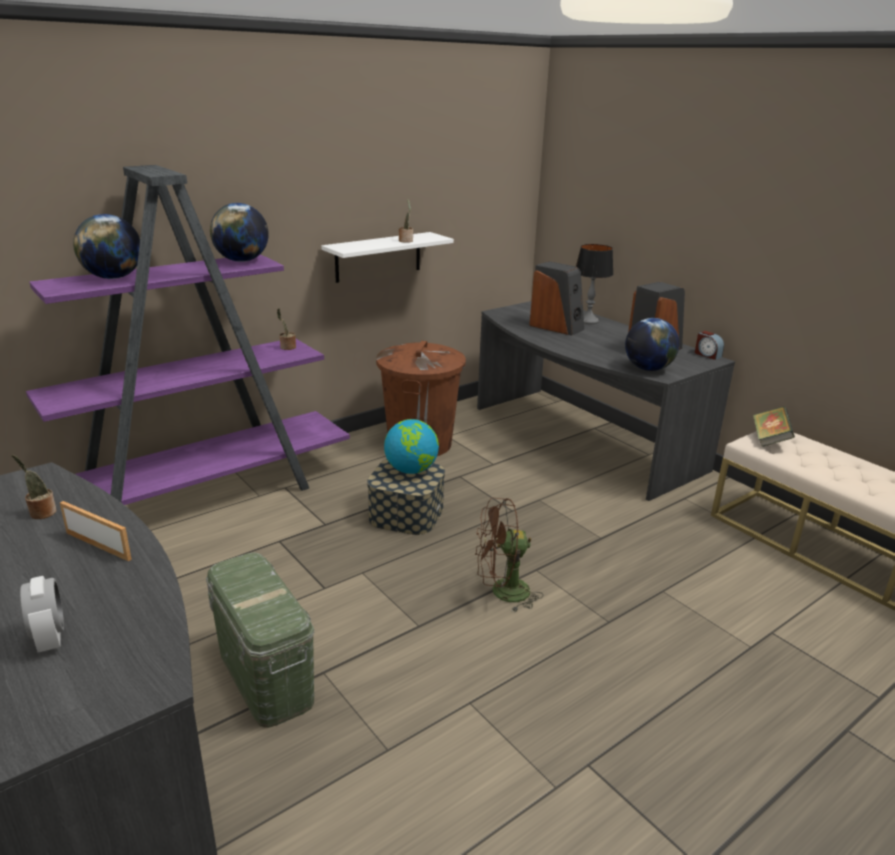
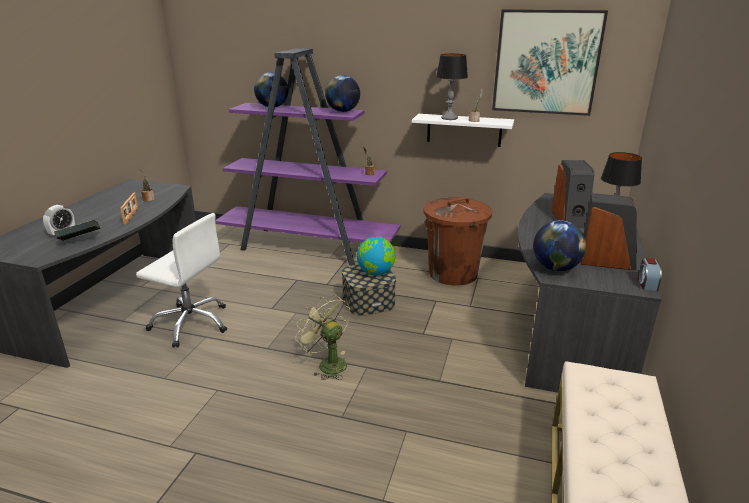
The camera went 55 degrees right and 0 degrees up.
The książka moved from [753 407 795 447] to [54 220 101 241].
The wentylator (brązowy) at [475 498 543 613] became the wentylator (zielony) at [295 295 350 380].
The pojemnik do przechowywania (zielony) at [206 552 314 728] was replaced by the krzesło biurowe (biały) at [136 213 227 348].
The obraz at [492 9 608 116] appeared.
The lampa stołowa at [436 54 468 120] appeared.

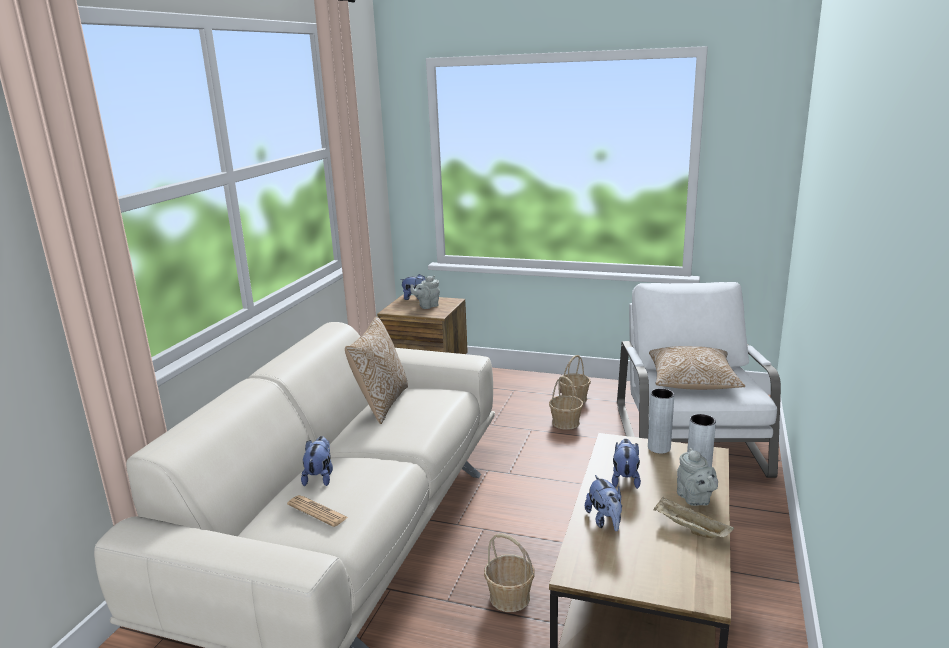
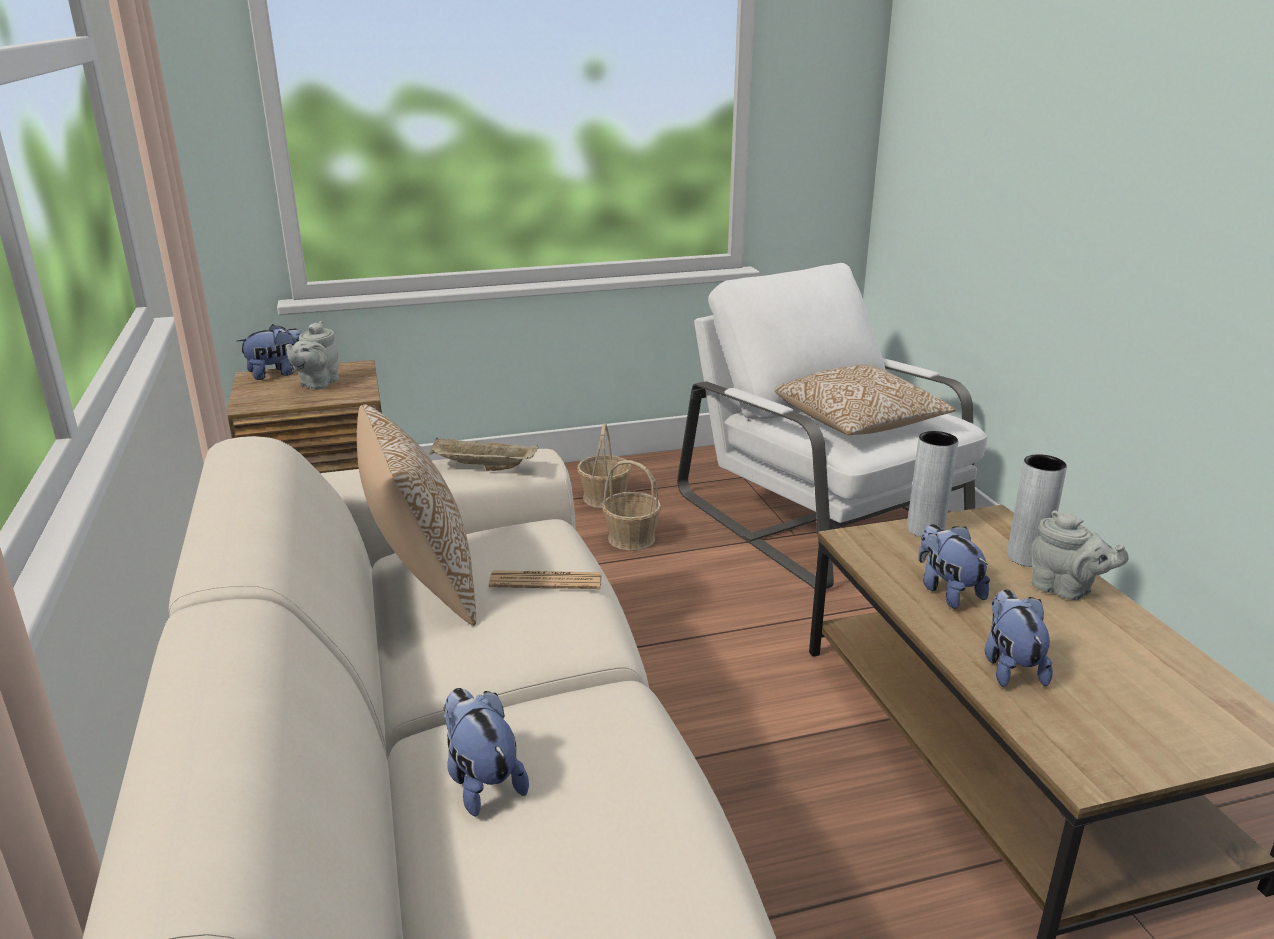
The camera went 35 degrees left and 5 degrees up.
The pluszak at [585 475 622 531] turned 135 degrees counterclockwise.
The gazeta moved from [287 495 348 527] to [489 570 602 589].
The taca (beżowy) moved from [654 497 734 538] to [429 438 539 471].
The koszyk at [484 534 535 612] disappeared.

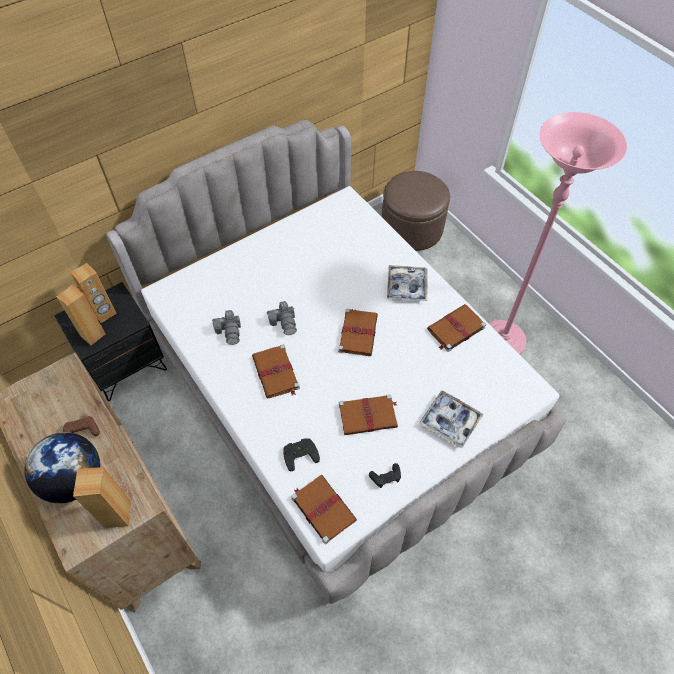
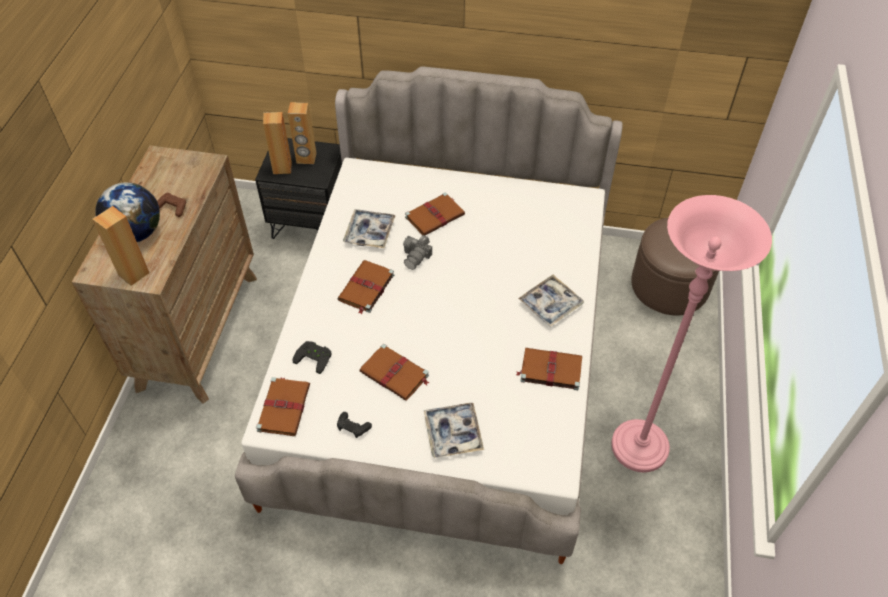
The camera went 45 degrees right and 5 degrees down.
The książka (brązowy) moved from [338 309 378 356] to [405 192 465 235].
The aparat fotograficzny at [212 310 241 345] was replaced by the taca at [343 209 396 248].

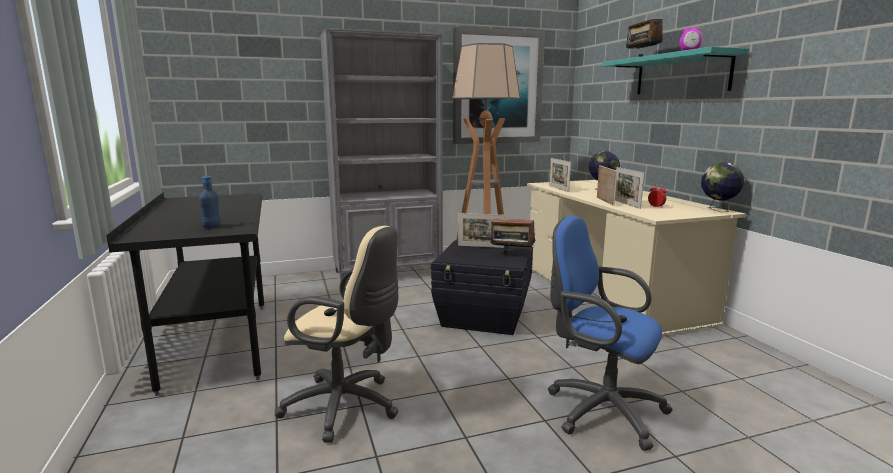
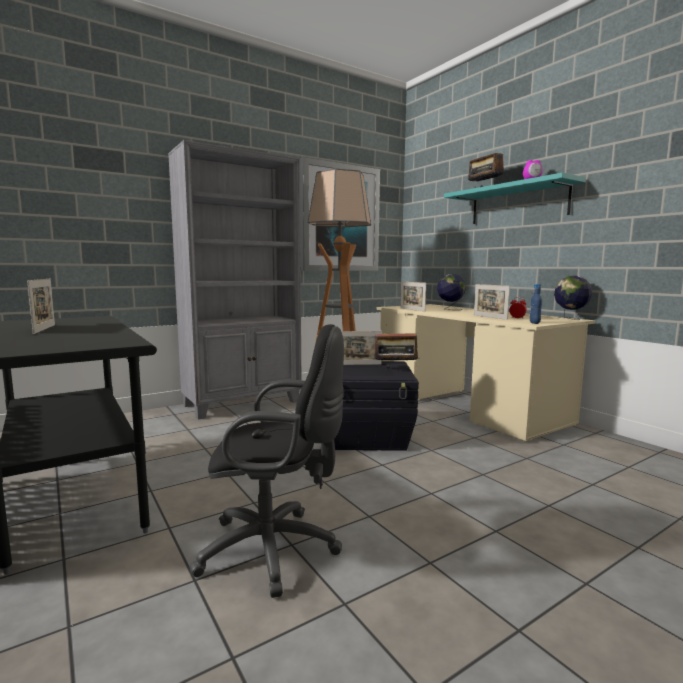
The camera went 15 degrees left and 5 degrees down.
The ramka na zdjęcie moved from [597 165 617 206] to [27 279 55 334].
The butelka (niebieski) moved from [199 176 221 229] to [530 284 542 324].
The krzesło biurowe (niebieski) at [548 215 673 451] disappeared.
The krzesło biurowe (beżowy) at [275 226 399 443] became the krzesło biurowe (czarny) at [189 324 344 598].

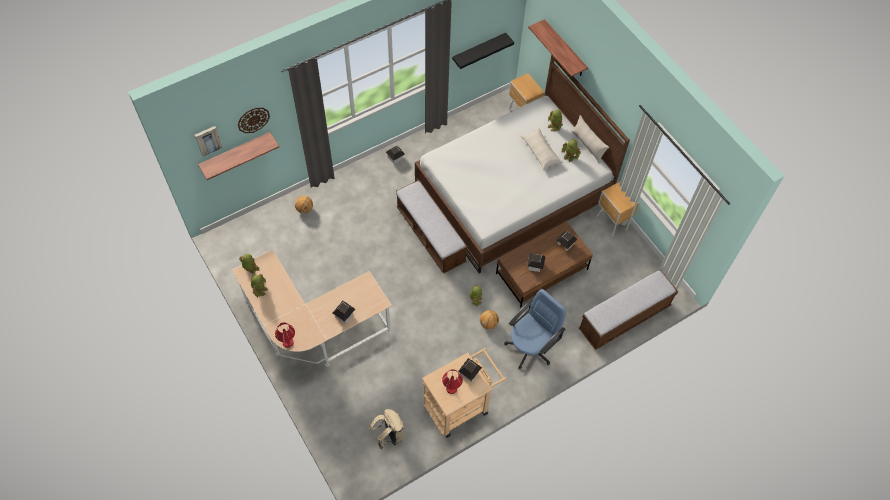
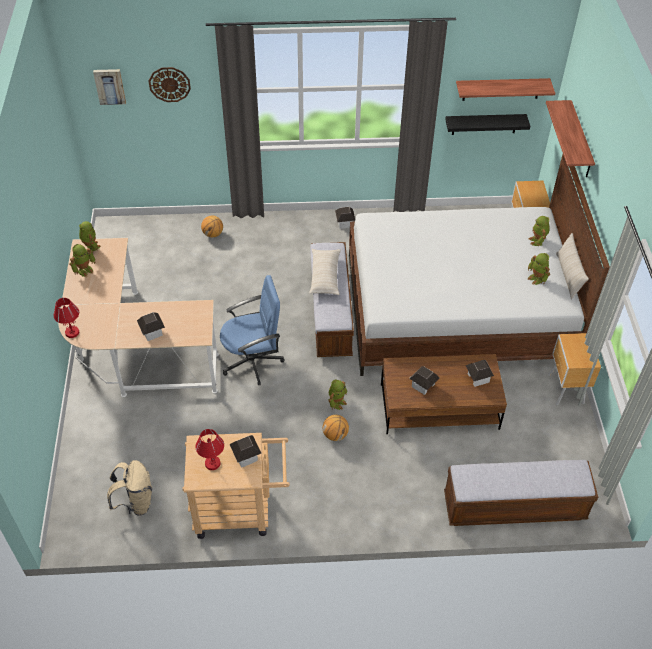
The camera went 30 degrees right and 10 degrees down.
The poduszka (beżowy) moved from [520 128 563 170] to [309 249 341 295].
The półka moved from [198 132 279 180] to [456 78 555 101].
The krzesło biurowe (niebieski) moved from [504 289 566 369] to [220 275 285 385].

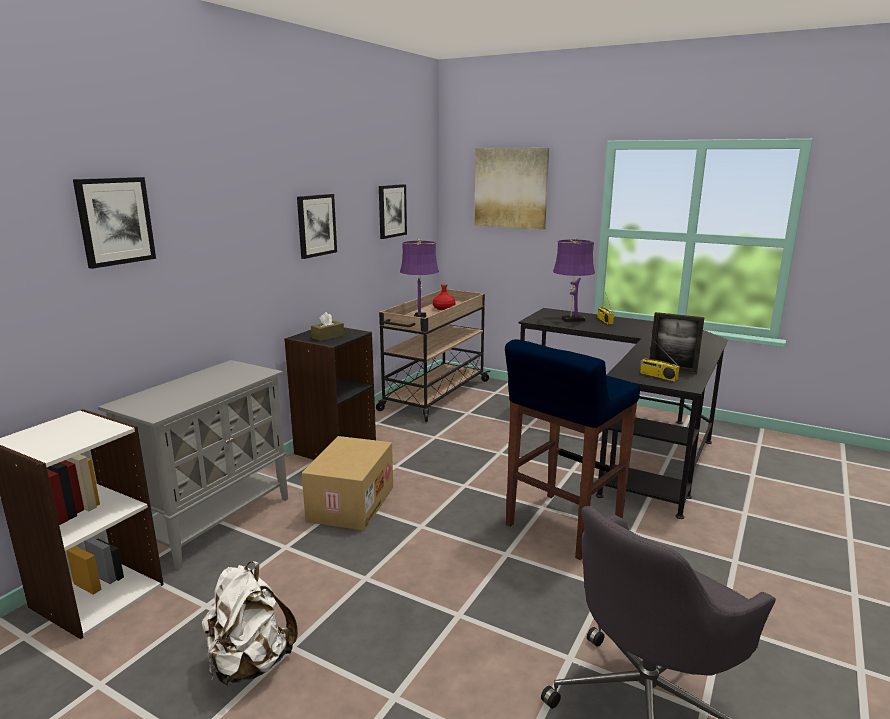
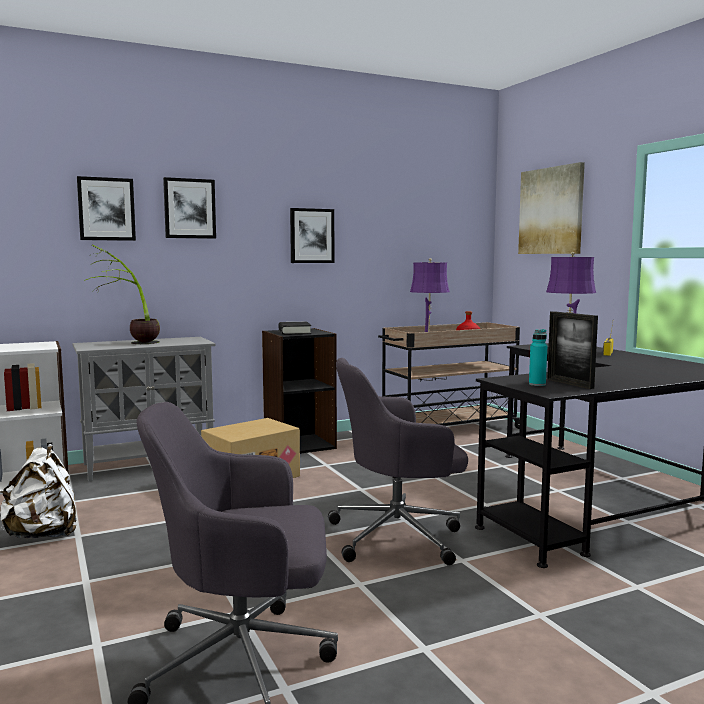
The camera went 35 degrees right and 10 degrees down.
The obraz moved from [379 184 407 239] to [163 177 216 239].
The pudełko chusteczek (brązowy) at [311 312 344 341] was replaced by the książka (czarny) at [278 322 311 335].
The stołek (niebieski) at [505 339 640 560] was replaced by the krzesło biurowe (szary) at [328 358 468 565].
The radio at [640 339 680 382] was replaced by the butelka (turkusowy) at [529 329 547 386].
The roślina doniczkowa at [84 244 160 344] appeared.

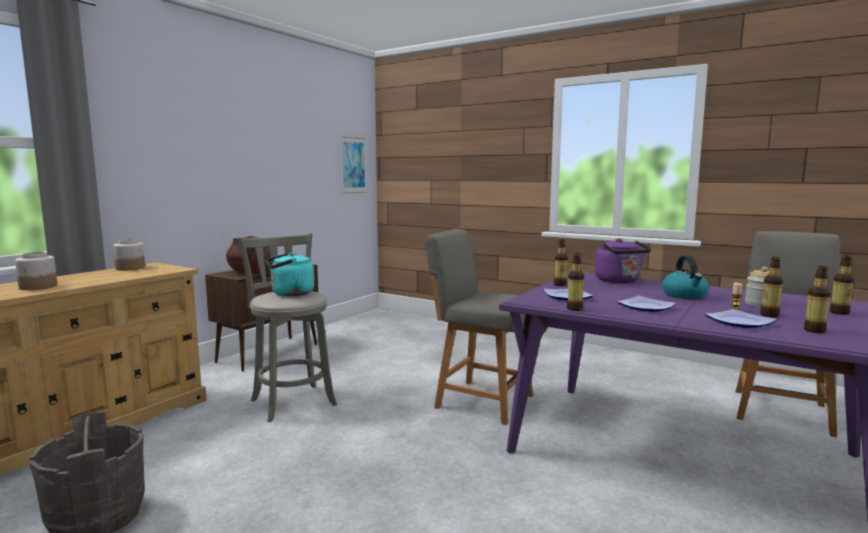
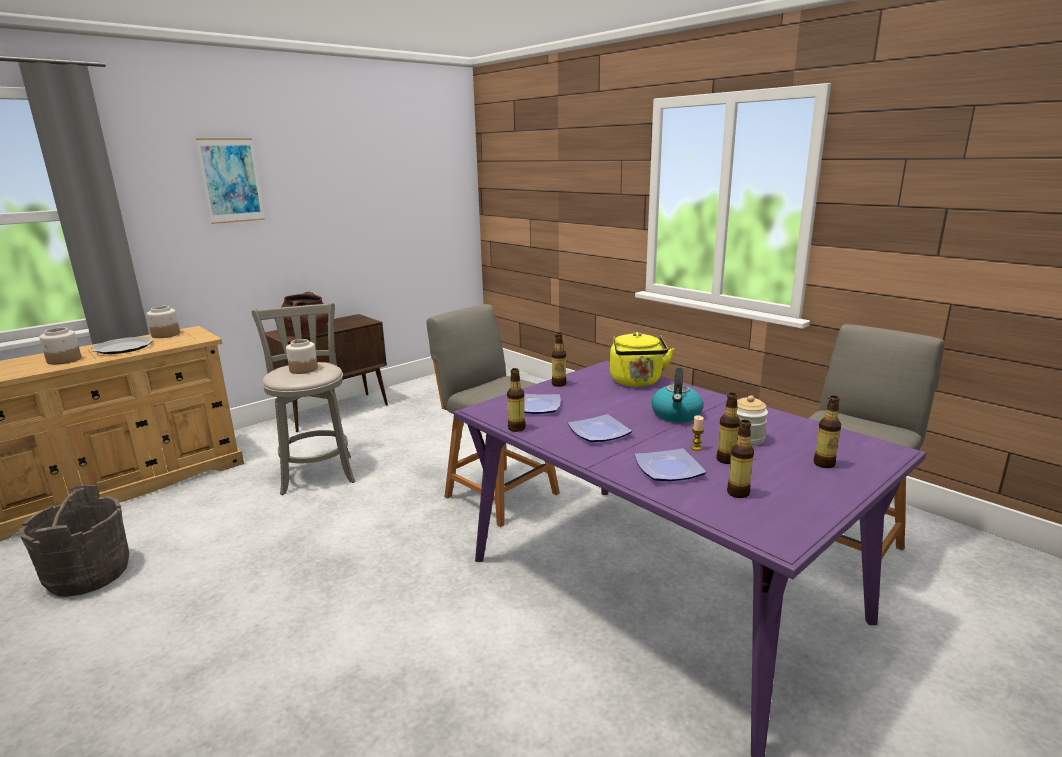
The camera went 15 degrees right and 10 degrees up.
The obraz moved from [340 136 367 194] to [196 138 265 224].
The czajnik (fioletowy) at [595 238 651 283] became the czajnik (żółty) at [610 332 674 387].
The czajnik (turkusowy) at [265 253 315 296] was replaced by the słoik at [286 339 318 374].
The talerz at [91 337 154 354] appeared.

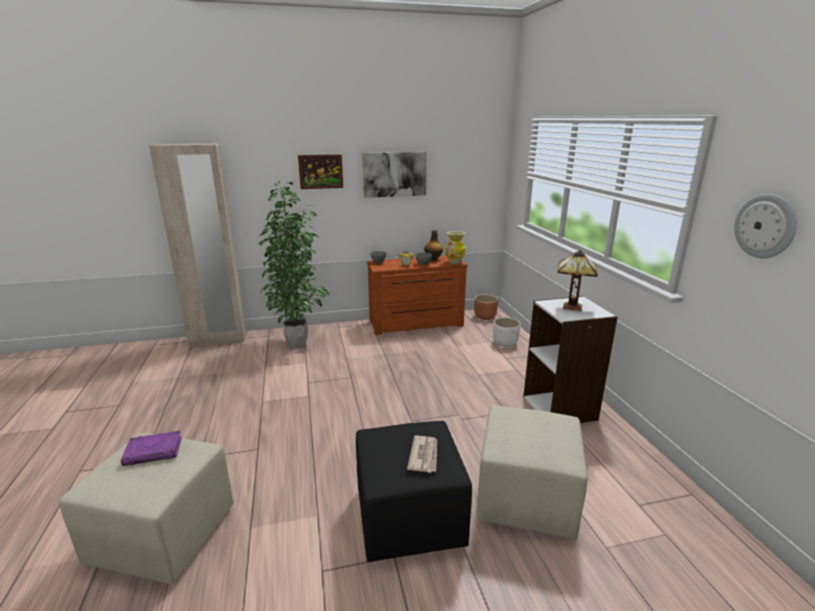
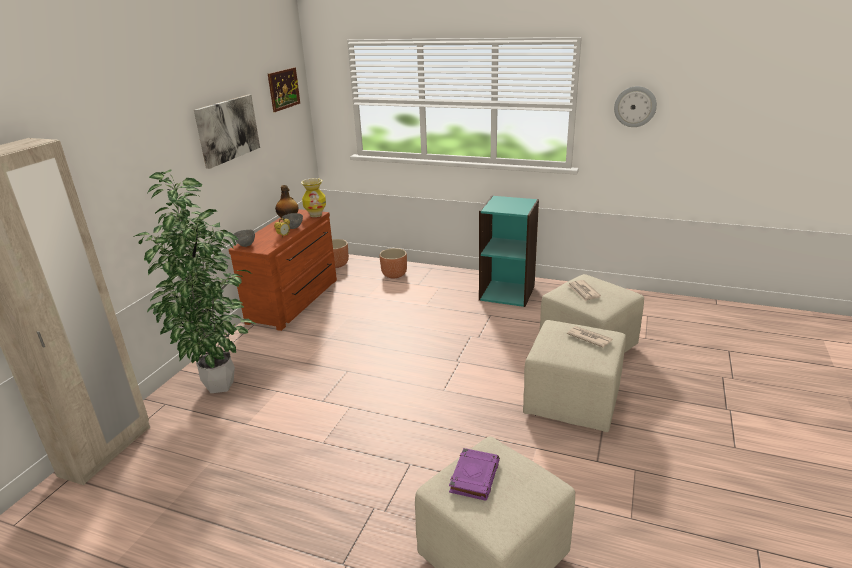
The camera went 55 degrees left and 5 degrees up.
The obraz moved from [298 154 343 189] to [268 67 300 112].
The lampa stołowa at [558 250 598 311] disappeared.
The regał (biały) at [523 296 618 423] became the regał (turkusowy) at [479 195 539 307].
The donica (biały) at [493 317 521 347] became the donica (brązowy) at [379 248 407 278].
The pufa (czarny) at [356 421 472 562] became the pufa (beżowy) at [523 320 626 432].
The gazeta at [568 280 601 302] appeared.

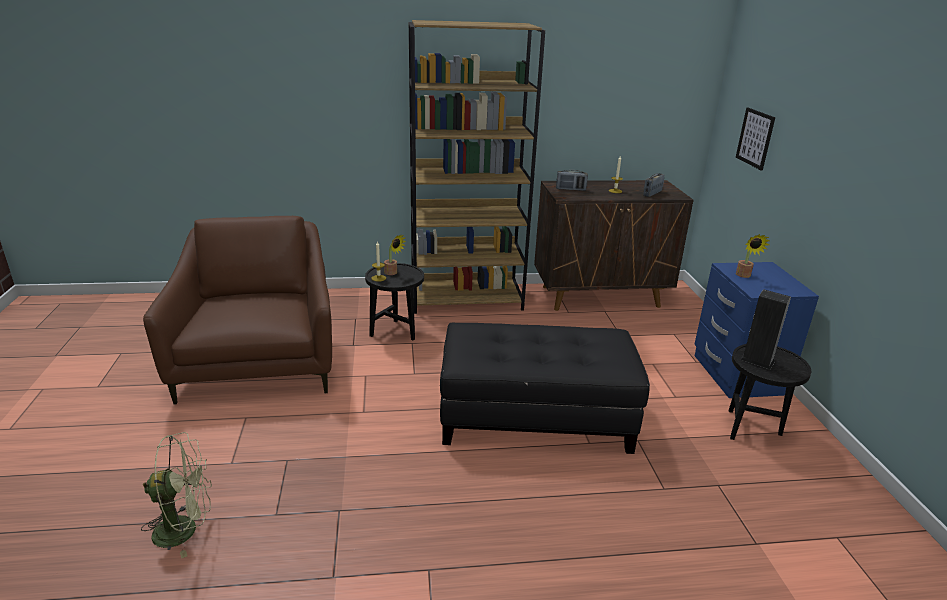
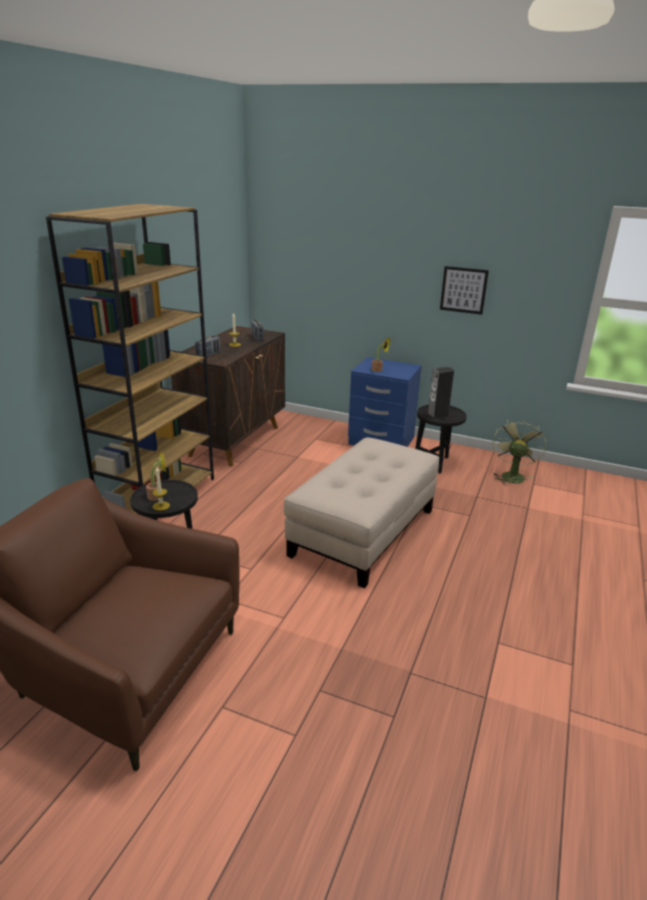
The camera went 60 degrees left and 0 degrees up.
The obraz moved from [736 108 775 171] to [440 266 489 315].
The pufa (czarny) at [440 323 650 454] became the pufa (beżowy) at [284 437 440 588].
The wentylator (zielony) moved from [141 432 212 558] to [493 418 546 486].

